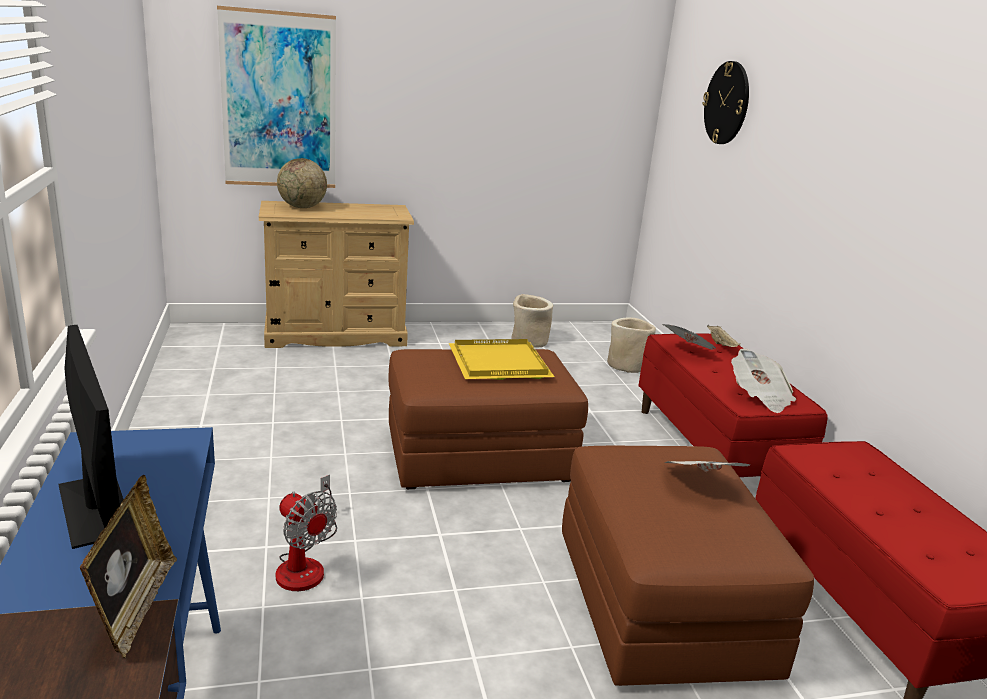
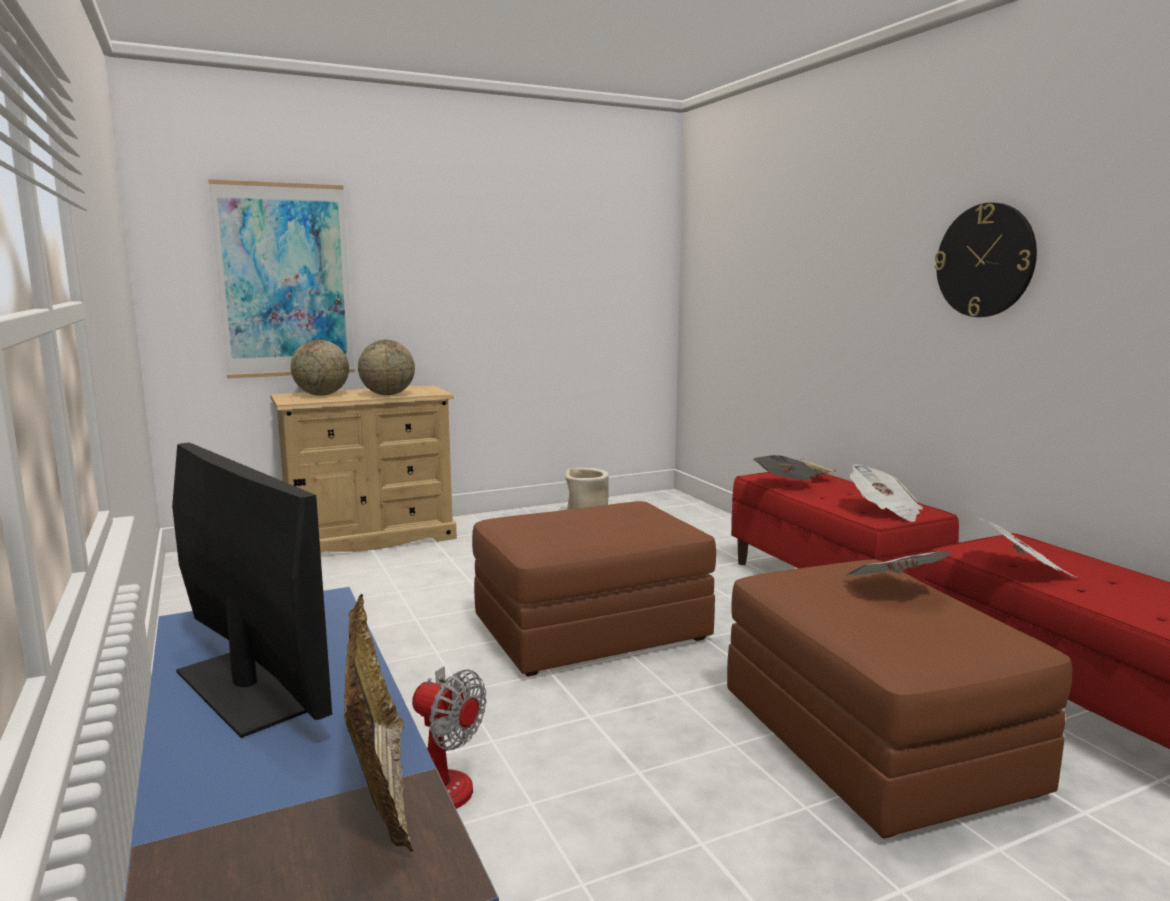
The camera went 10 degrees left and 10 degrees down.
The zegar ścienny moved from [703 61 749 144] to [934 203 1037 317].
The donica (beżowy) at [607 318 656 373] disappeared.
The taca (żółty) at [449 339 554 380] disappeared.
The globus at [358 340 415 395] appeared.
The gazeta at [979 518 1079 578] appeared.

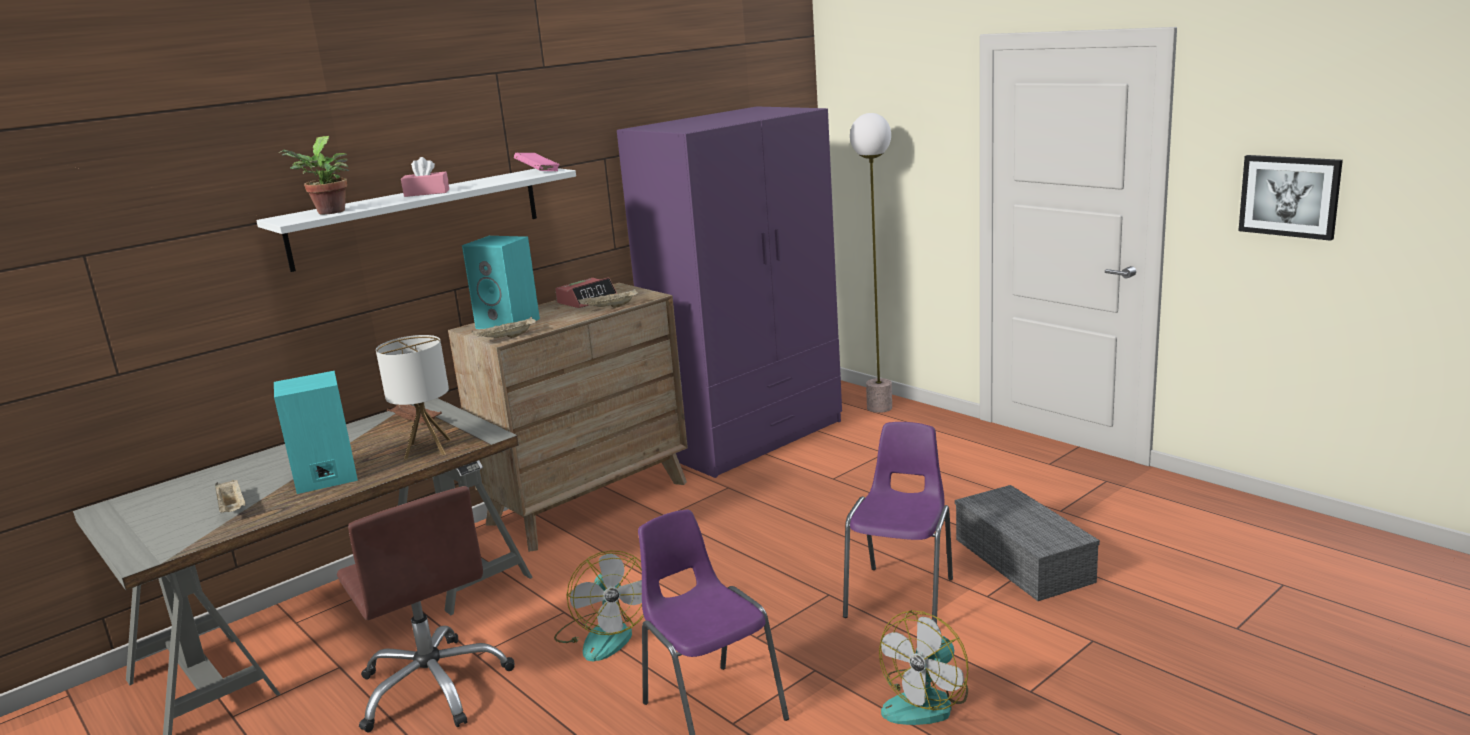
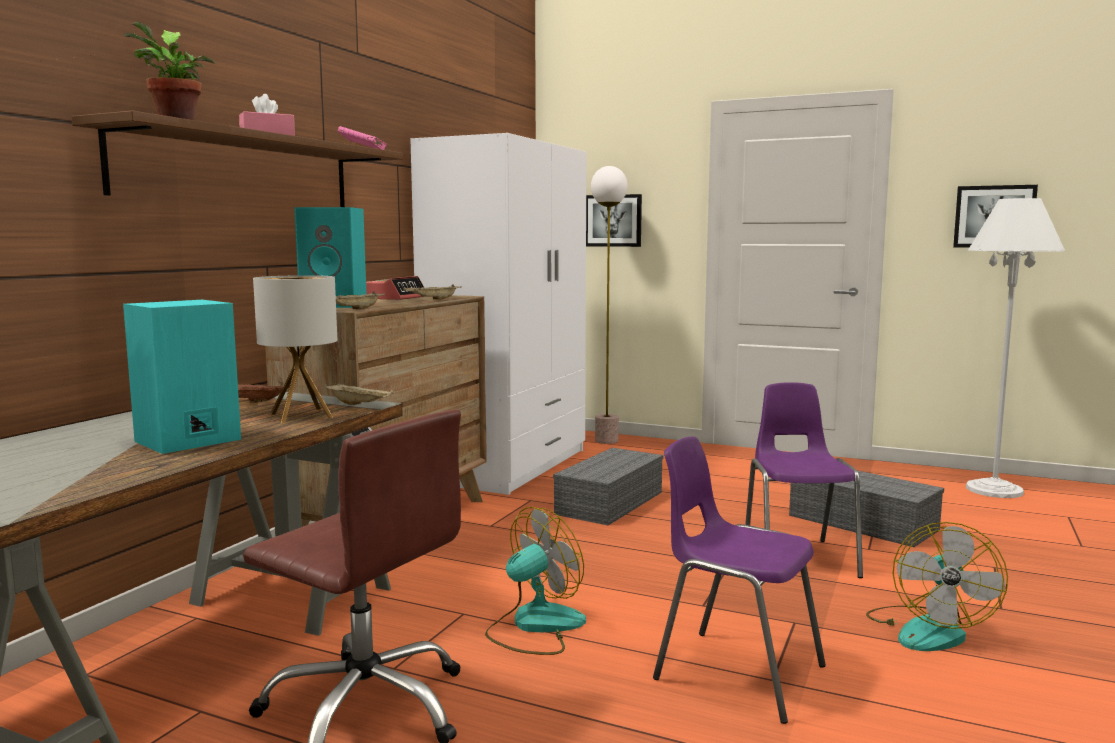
The camera went 25 degrees left and 10 degrees down.
The szafa (fioletowy) at [617 107 842 478] became the szafa (biały) at [410 133 587 495].
The półka (biały) at [256 168 576 272] became the półka (brązowy) at [71 111 403 207].
The taca (beżowy) moved from [215 480 246 513] to [325 383 394 405].
The wentylator at [554 550 644 661] turned 90 degrees counterclockwise.
The obraz at [586 194 642 247] appeared.
The lampa stojąca (biały) at [966 198 1065 498] appeared.
The pojemnik do przechowywania (szary) at [553 448 664 525] appeared.

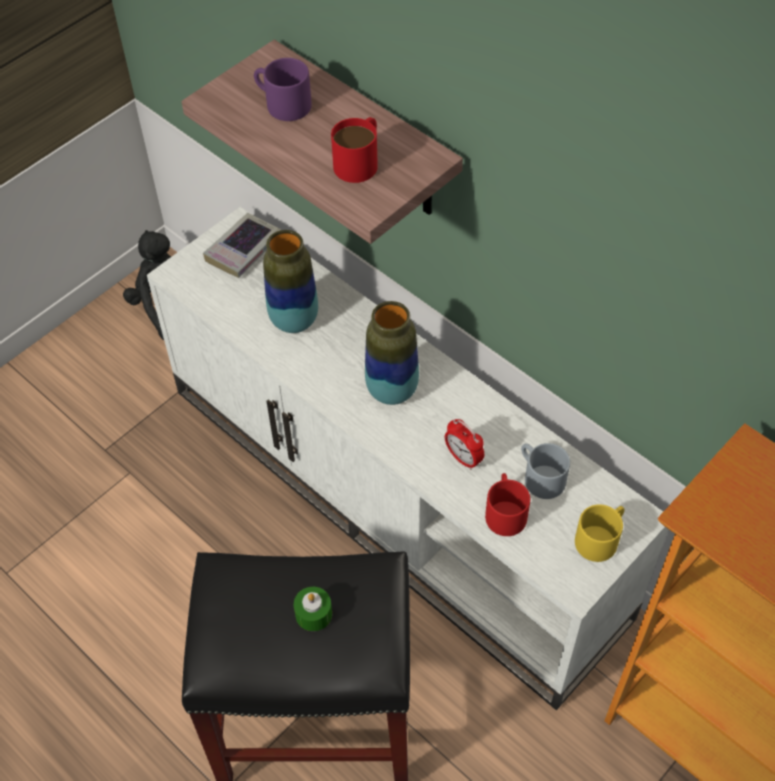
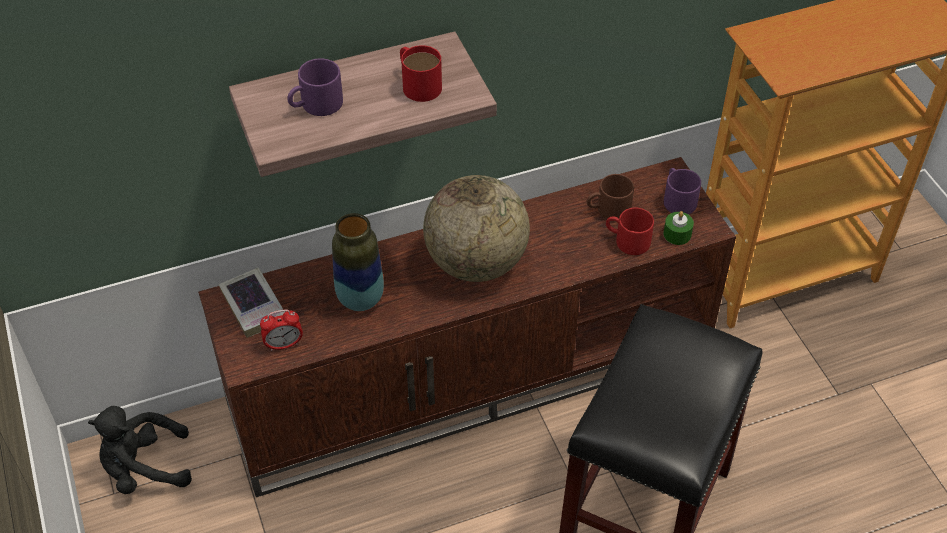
The camera went 65 degrees left and 5 degrees down.
The szafka pod telewizor (biały) at [147 207 669 710] became the szafka pod telewizor (brązowy) at [198 157 736 497].
The wazon at [365 301 419 405] was replaced by the globus at [423 175 530 282].
The budzik moved from [445 419 484 470] to [260 310 303 351].
The kubek (szary) at [521 443 570 499] became the kubek (brązowy) at [587 174 634 219].
The kubek (żółty) at [575 504 625 562] became the kubek (fioletowy) at [664 168 701 214].
The świeca (zielony) moved from [294 587 332 631] to [663 211 694 245].

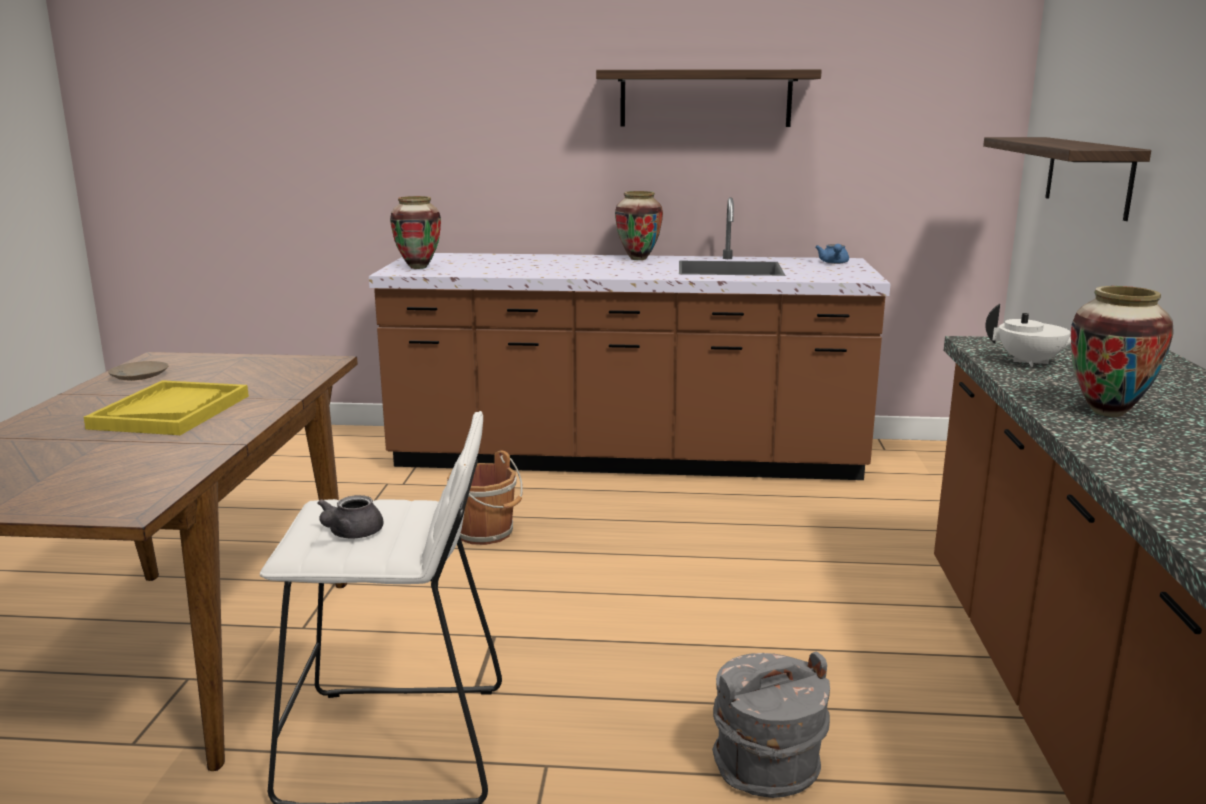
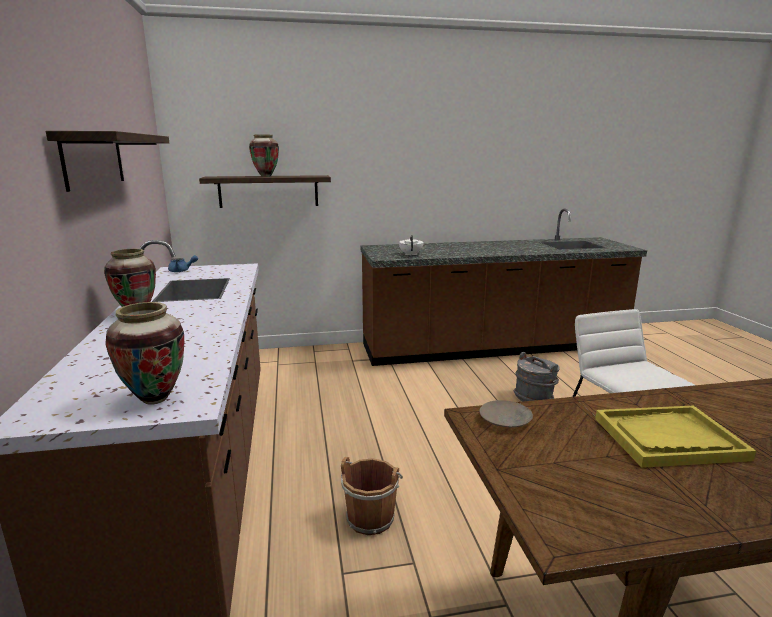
The camera went 105 degrees left and 0 degrees up.
The wazon moved from [1071 286 1174 417] to [249 135 279 177].
The talerz (beżowy) moved from [108 361 169 381] to [480 400 533 428].
The imbryk (szary) at [317 495 383 539] disappeared.

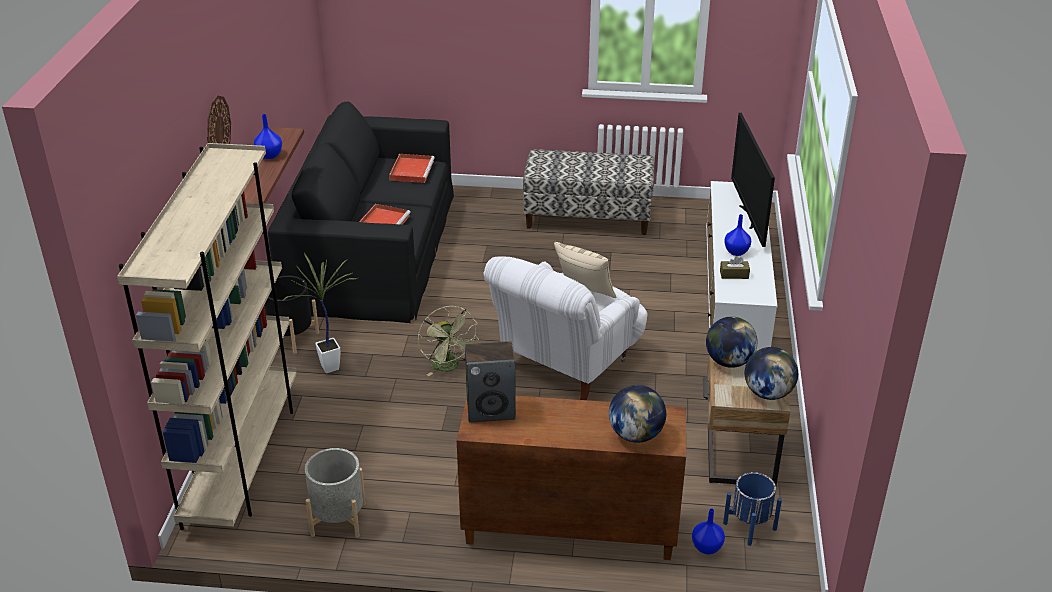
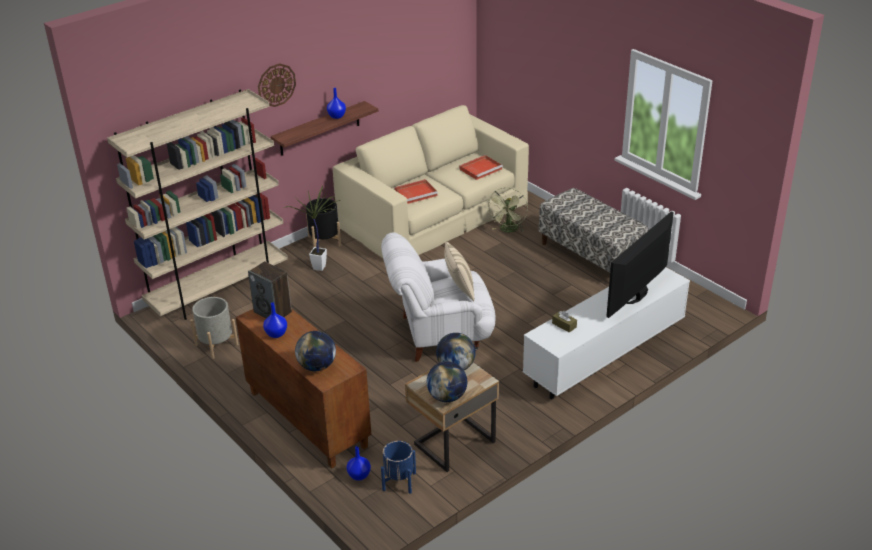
The camera went 45 degrees right and 0 degrees up.
The kanapa (czarny) at [268 102 454 323] became the kanapa (beżowy) at [333 105 529 258].
The wazon (niebieski) moved from [724 214 751 256] to [263 303 287 338].
The wentylator (zielony) moved from [418 306 479 376] to [488 187 528 233].

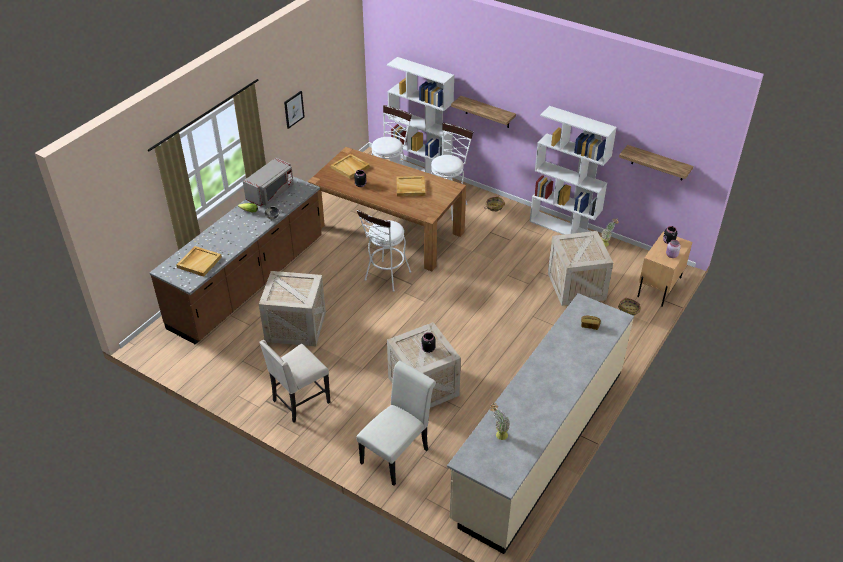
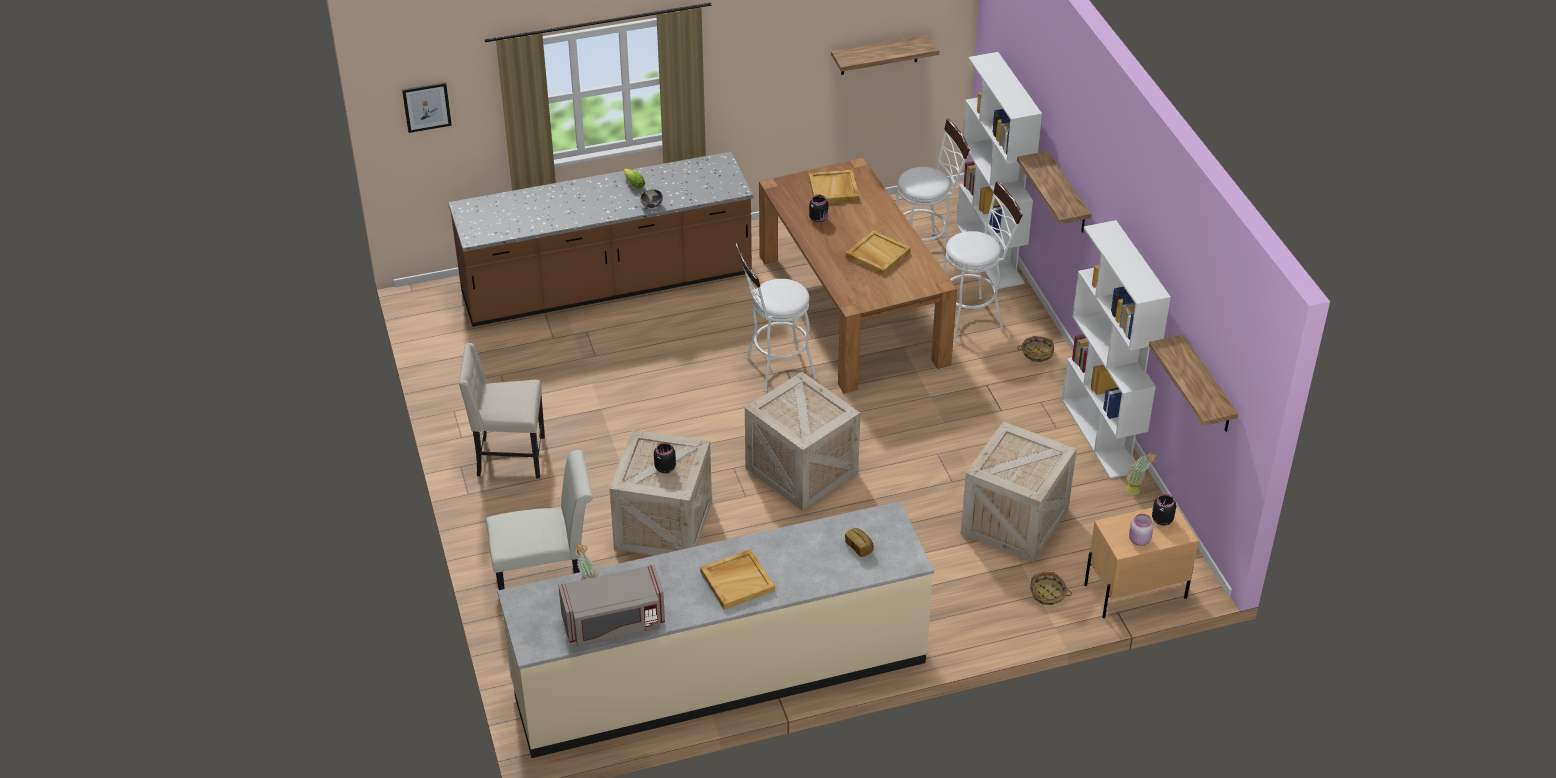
The camera went 40 degrees right and 0 degrees up.
The obraz moved from [284 91 305 129] to [402 82 452 133].
The mikrofalówka (szary) moved from [243 158 294 206] to [558 565 665 647].
The taca (beżowy) moved from [177 246 222 277] to [700 549 775 610].
The skrzynka moved from [259 271 326 346] to [745 372 860 511].
The półka at [831 34 939 75] appeared.

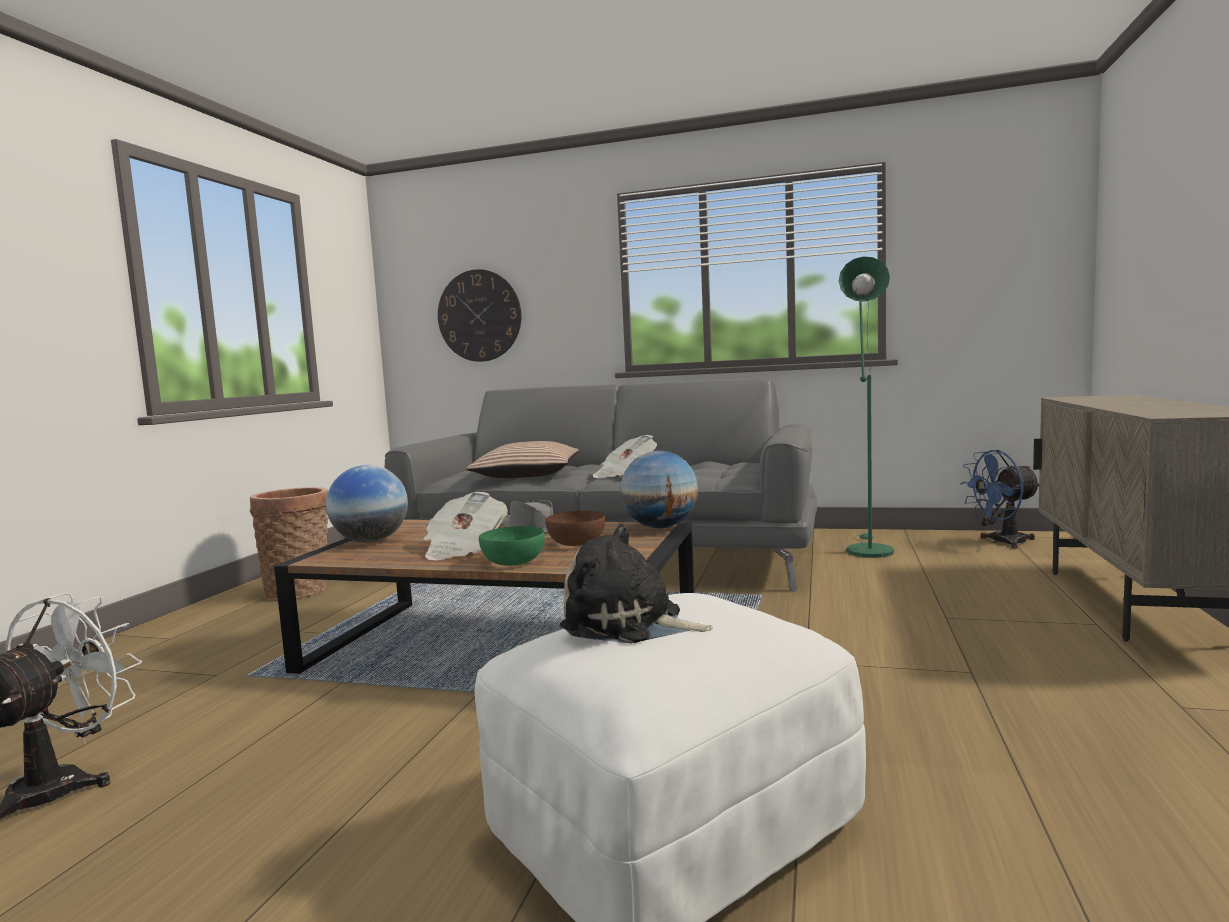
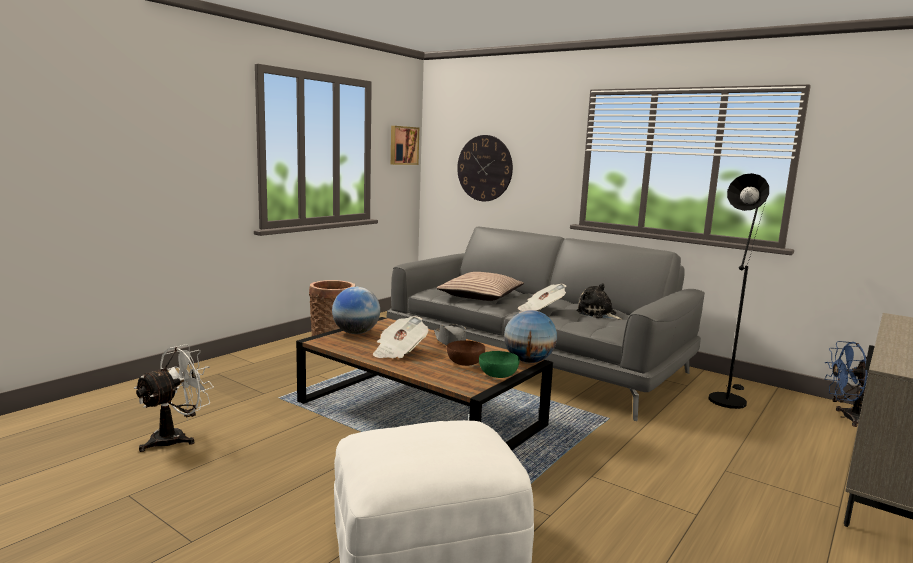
The camera went 20 degrees right and 5 degrees up.
The lampa stojąca (zielony) at [839 256 894 558] became the lampa stojąca (czarny) at [709 173 769 409].
The pluszak moved from [559 523 713 644] to [576 283 623 320].
The miska (zielony) moved from [479 526 545 566] to [479 351 520 378].
The obraz at [391 126 419 165] appeared.

